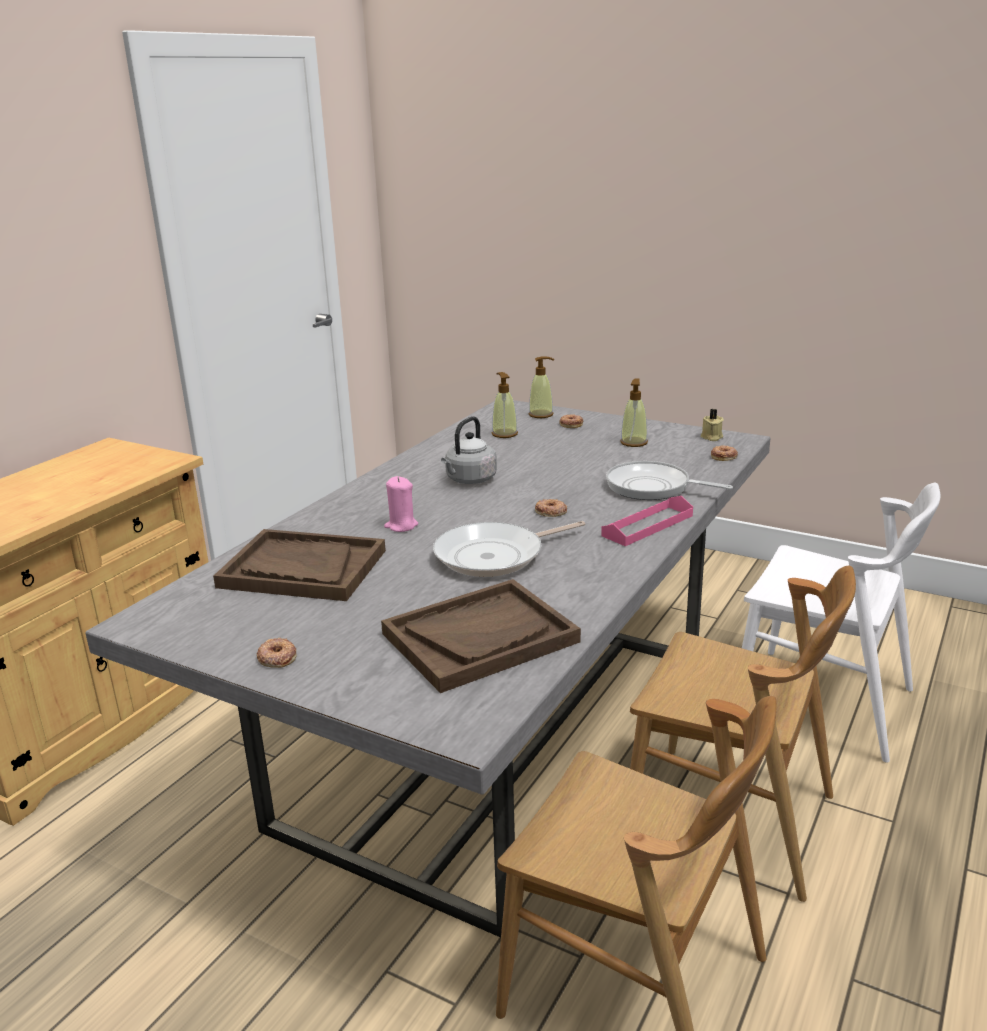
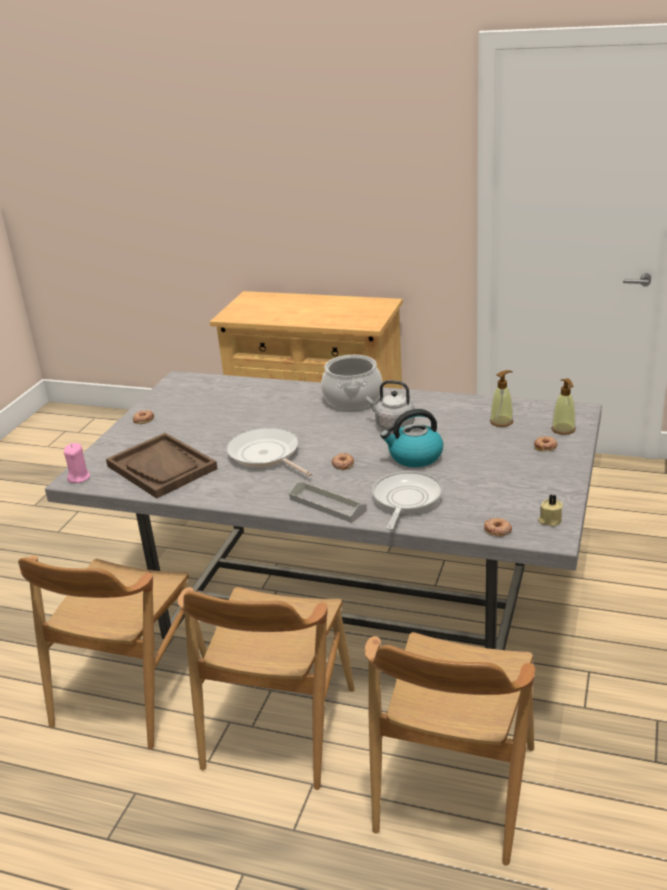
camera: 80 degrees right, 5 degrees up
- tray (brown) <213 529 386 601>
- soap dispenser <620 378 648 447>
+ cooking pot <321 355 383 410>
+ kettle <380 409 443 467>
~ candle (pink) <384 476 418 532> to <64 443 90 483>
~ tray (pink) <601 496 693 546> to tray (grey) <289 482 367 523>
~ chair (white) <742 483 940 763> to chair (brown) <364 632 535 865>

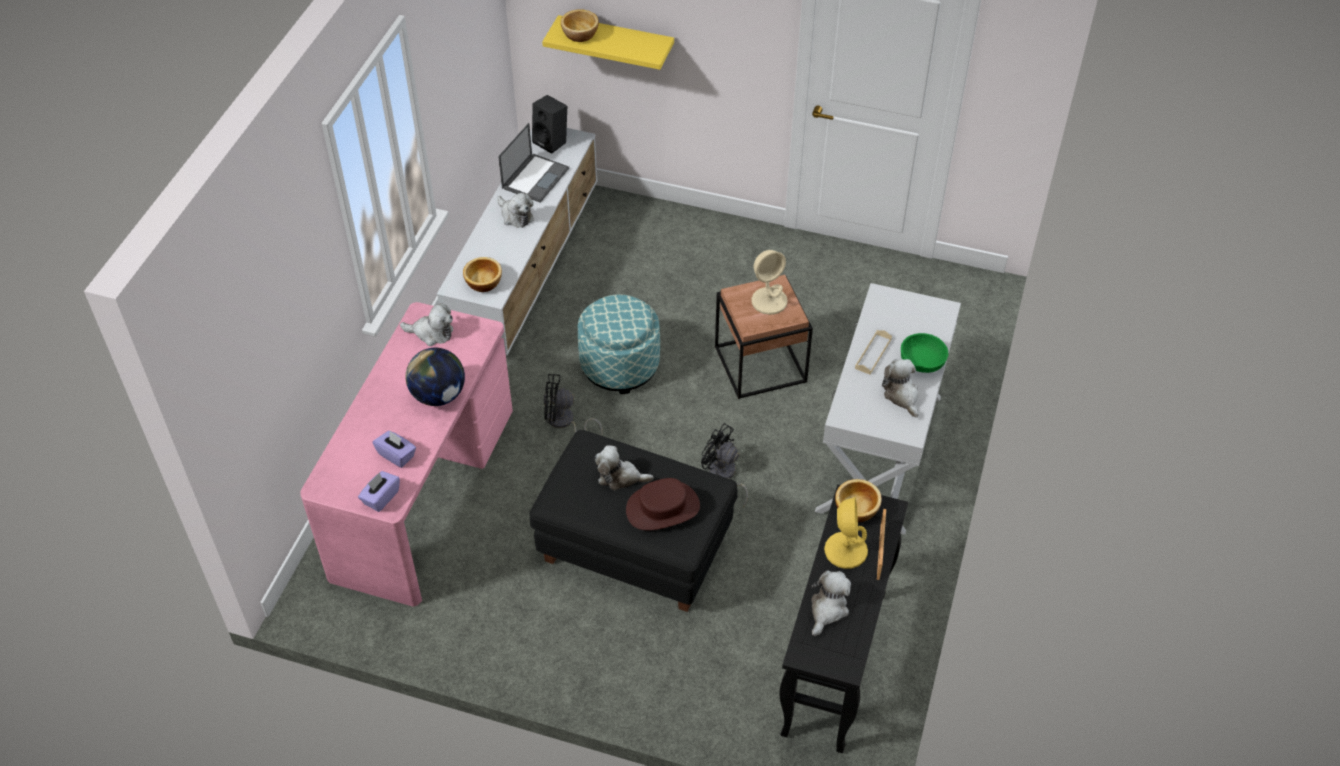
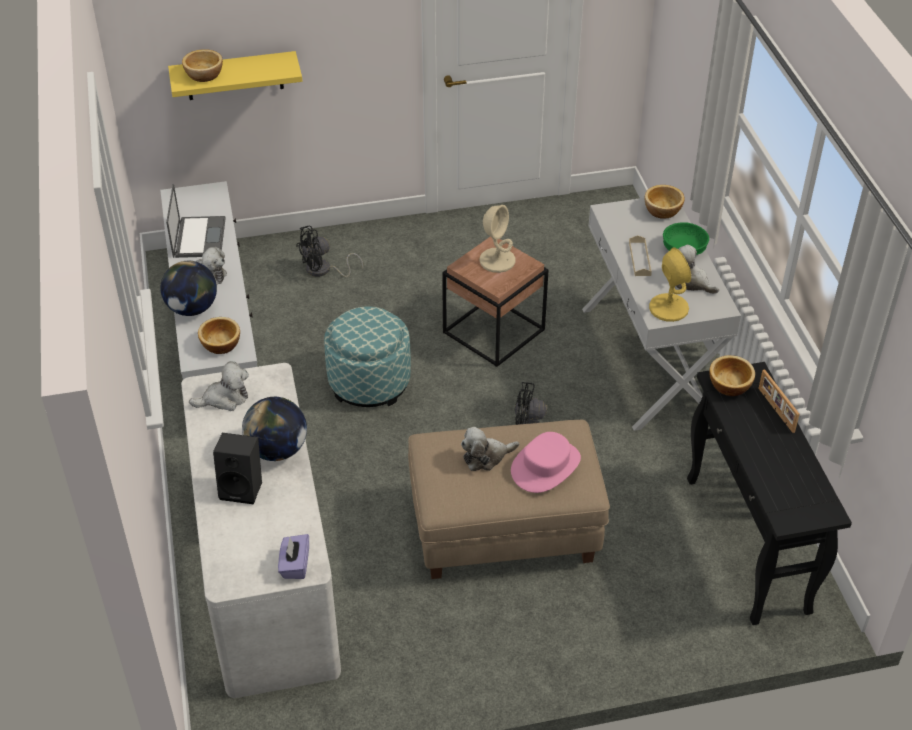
camera: 30 degrees left, 5 degrees down
- tissue box (purple) <373 431 416 468>
- plush toy <811 570 851 636>
+ globe <160 261 217 316>
+ bowl <644 185 685 219>
~ speaker (black) <532 95 567 154> to <213 433 262 504>
~ fan (black) <544 374 603 436> to <296 225 363 277>
~ table lamp (yellow) <824 496 868 569> to <649 247 691 322>
~ desk (pink) <300 302 513 606> to desk (white) <181 363 341 698>
~ ottoman (black) <529 430 738 612> to ottoman (beige) <408 420 610 579>
~ hat (brown) <626 478 700 531> to hat (pink) <511 432 581 493>

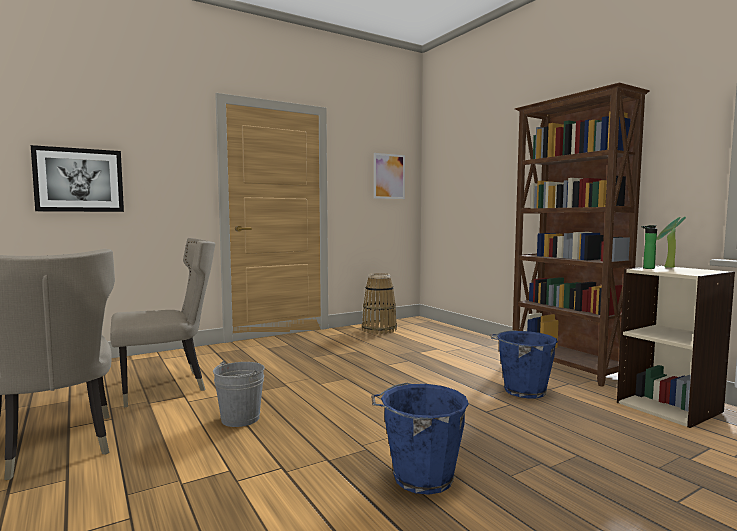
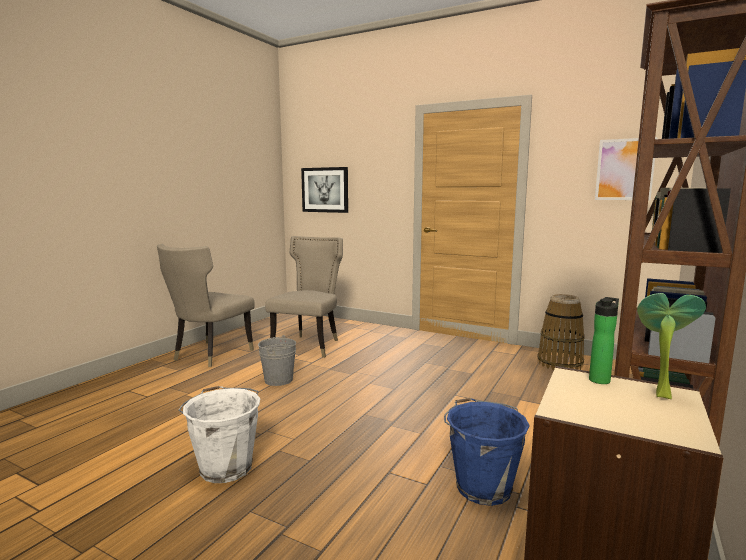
camera: 60 degrees right, 5 degrees up
~ bucket (blue) <371 383 469 495> to bucket (white) <179 386 261 483>
~ chair (beige) <110 238 215 407> = <265 236 343 358> 105 degrees counterclockwise

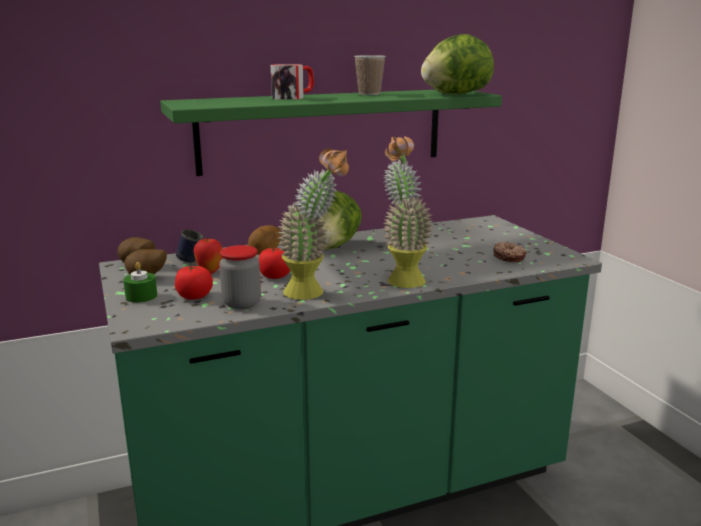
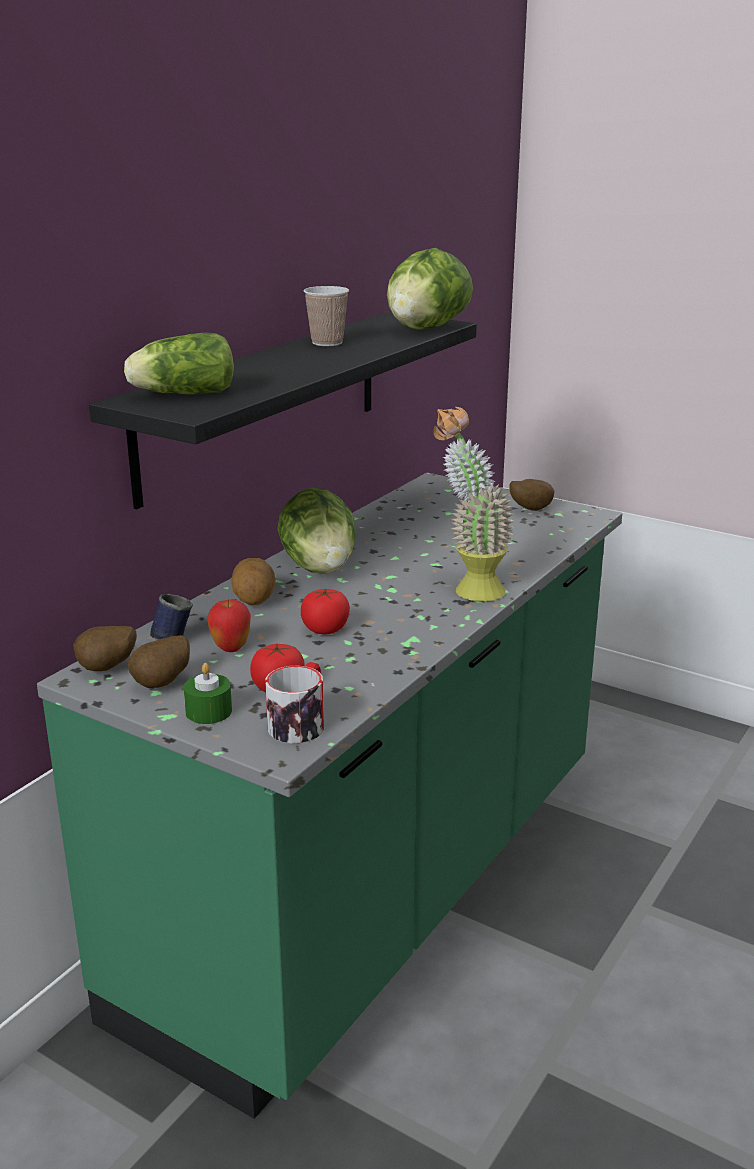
camera: 35 degrees left, 5 degrees up
- jar <219 245 261 309>
- potted plant <277 148 349 300>
- donut <493 242 527 262>
+ lettuce <124 333 234 394>
+ potato <509 479 555 511>
~ mug <271 64 314 100> to <265 662 324 743>
~ shelf (green) <160 90 502 176> to shelf (black) <89 312 477 509>

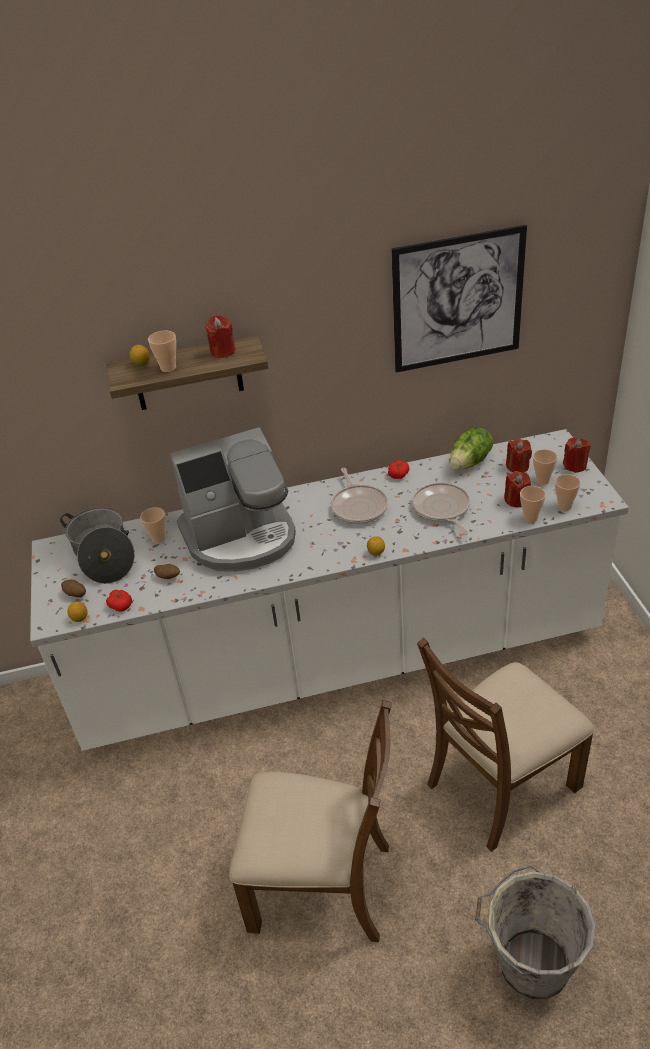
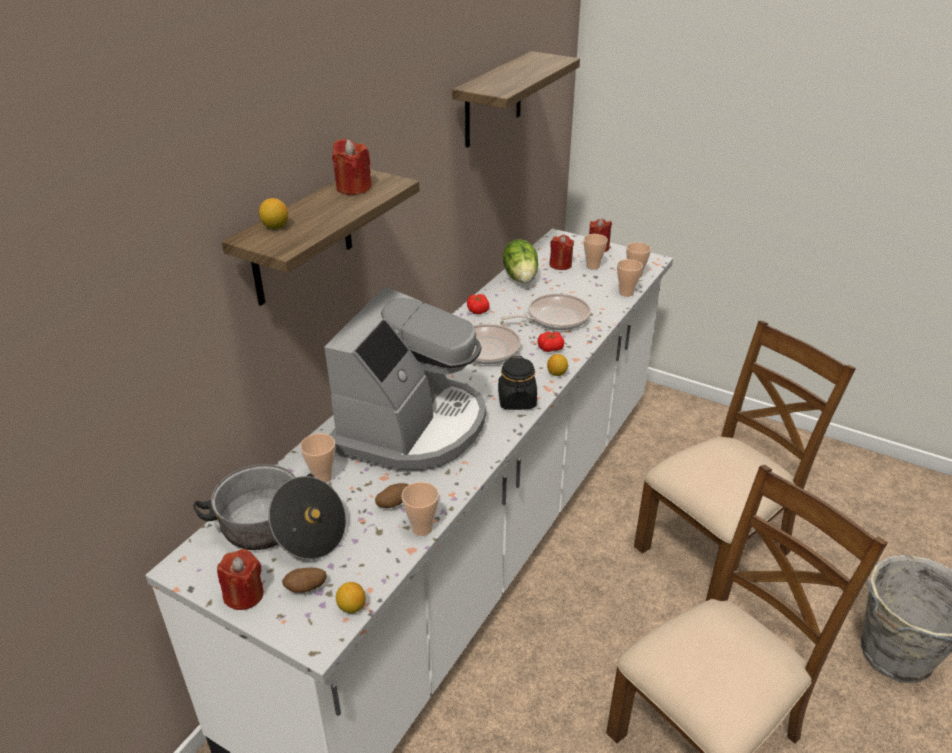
camera: 50 degrees left, 5 degrees down
+ jar (black) <498 356 537 410>
~ tomato <106 590 132 612> to <538 332 564 352>
~ cup <148 330 176 372> to <402 482 439 536>
~ candle (red) <504 471 532 507> to <217 549 264 610>
~ picture <391 225 527 373> to shelf <452 51 580 148>
~ frying pan <412 482 470 535> = <500 294 591 330> 135 degrees clockwise
~ chair (brown) <417 638 594 852> = <634 321 856 601> 135 degrees counterclockwise

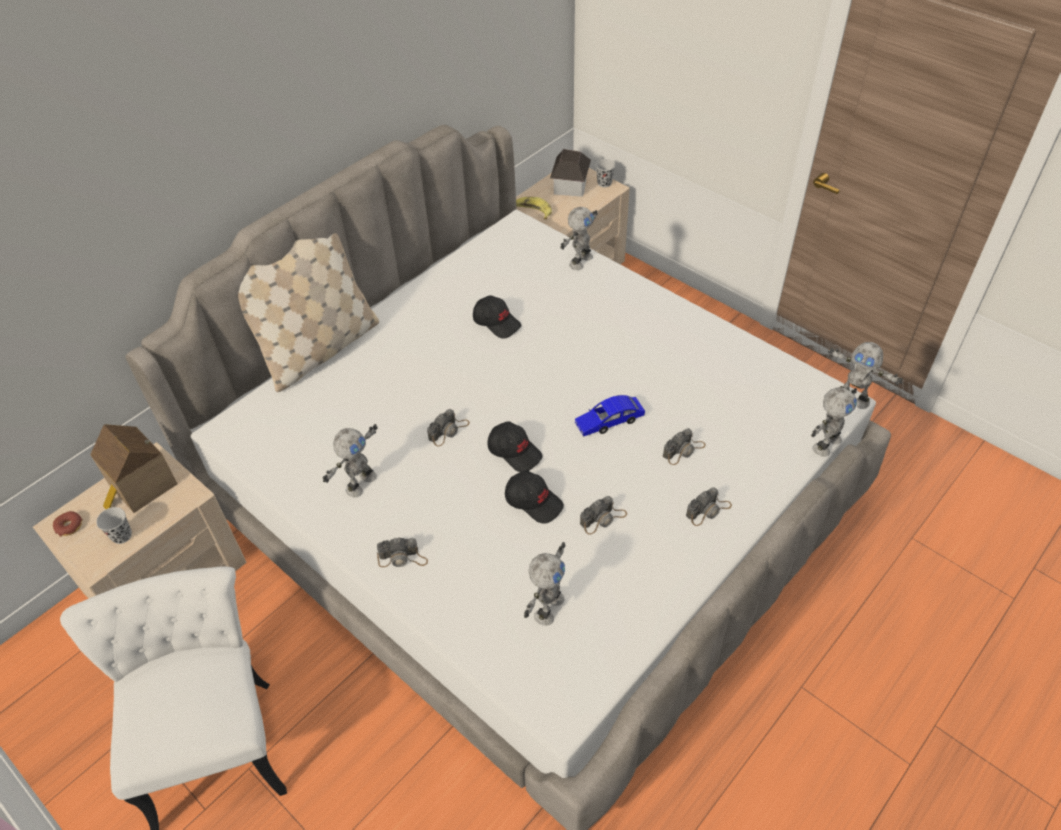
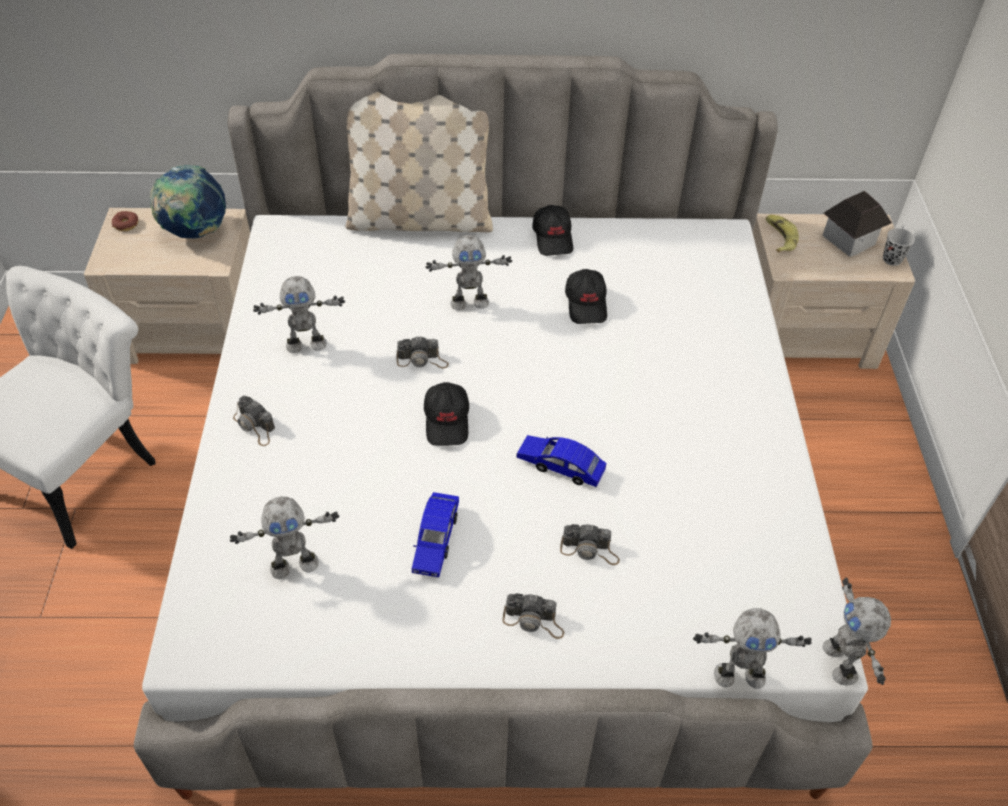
camera: 45 degrees right, 0 degrees up
- cup (black) <96 507 132 544>
~ cap (black) <505 471 564 524> to <532 205 573 256>
~ toy robot <560 207 598 270> to <425 235 512 311>
~ toy house <90 424 178 513> to globe <150 165 226 238>
~ photo camera <580 496 627 535> to toy car (blue) <412 492 459 577>

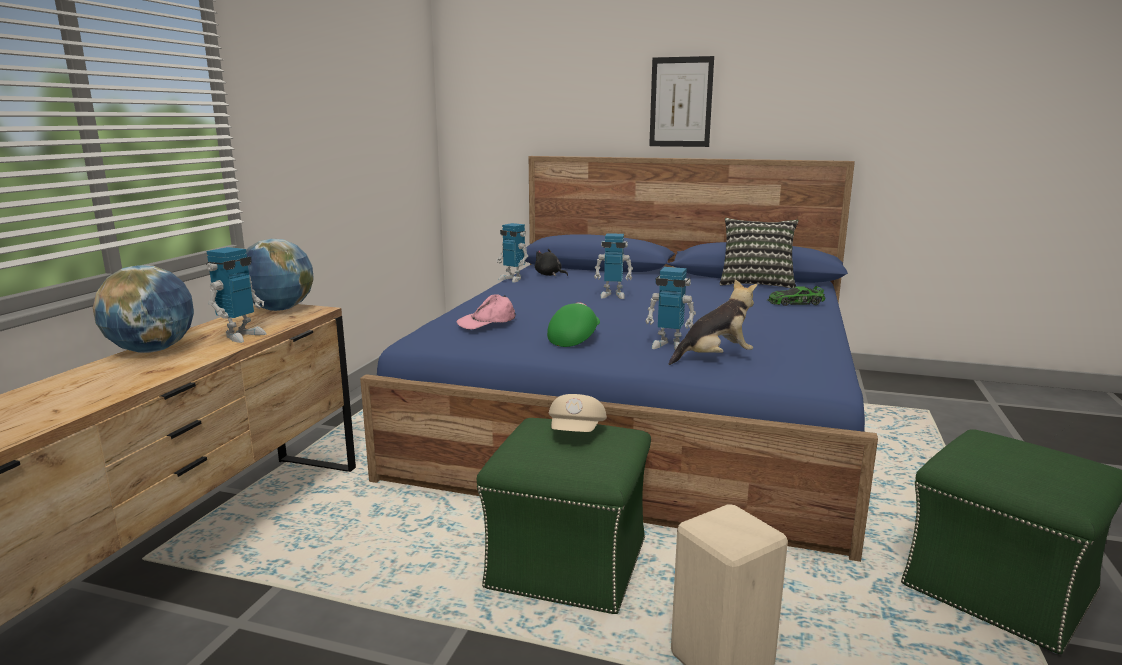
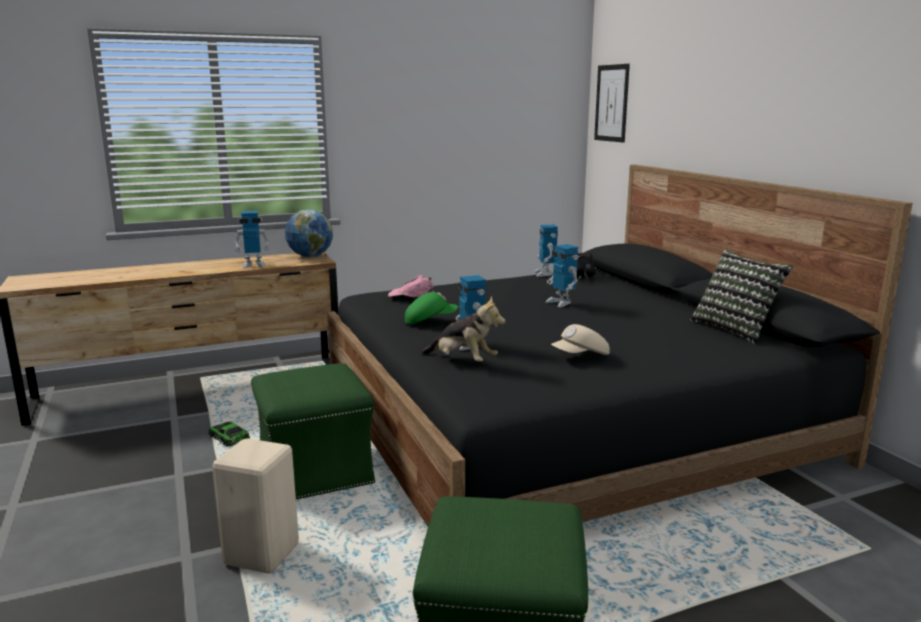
camera: 50 degrees right, 0 degrees up
- globe <93 265 194 353>
~ cap (beige) <549 394 607 432> to <551 324 610 355>
~ picture <649 56 714 147> to <594 64 630 143>
~ toy car <767 286 826 306> to <208 421 250 447>
~ bed (blue) <360 156 878 562> to bed (black) <327 164 913 526>

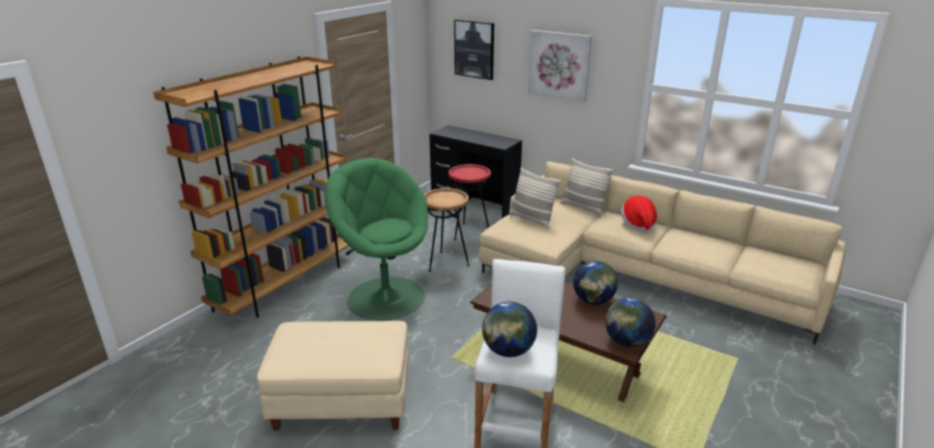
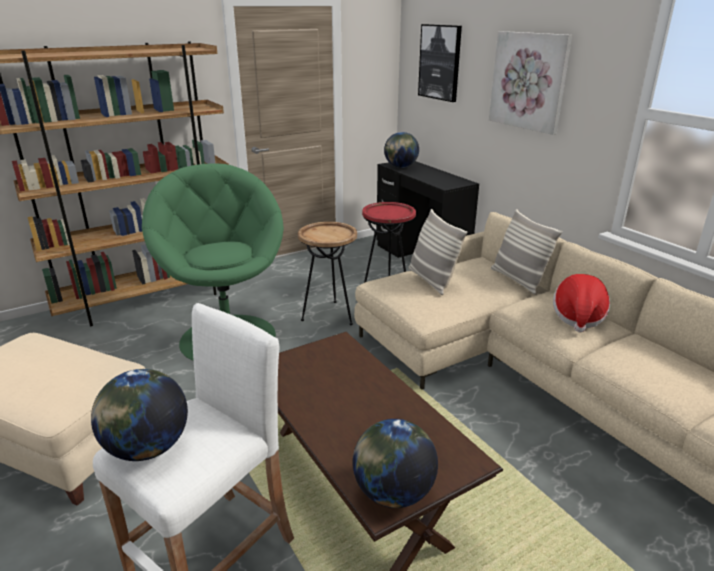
camera: 25 degrees right, 0 degrees up
~ globe <573 261 618 305> to <384 132 419 168>

